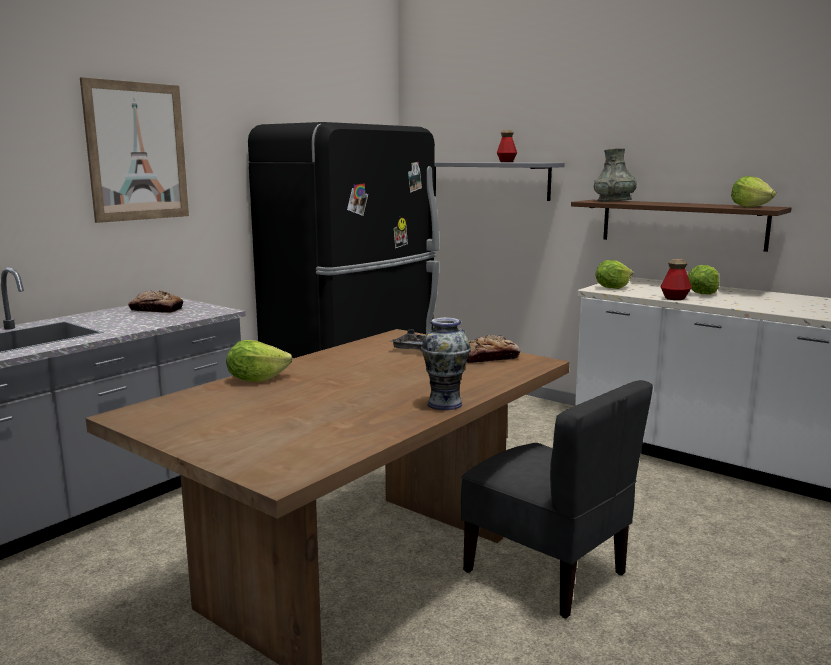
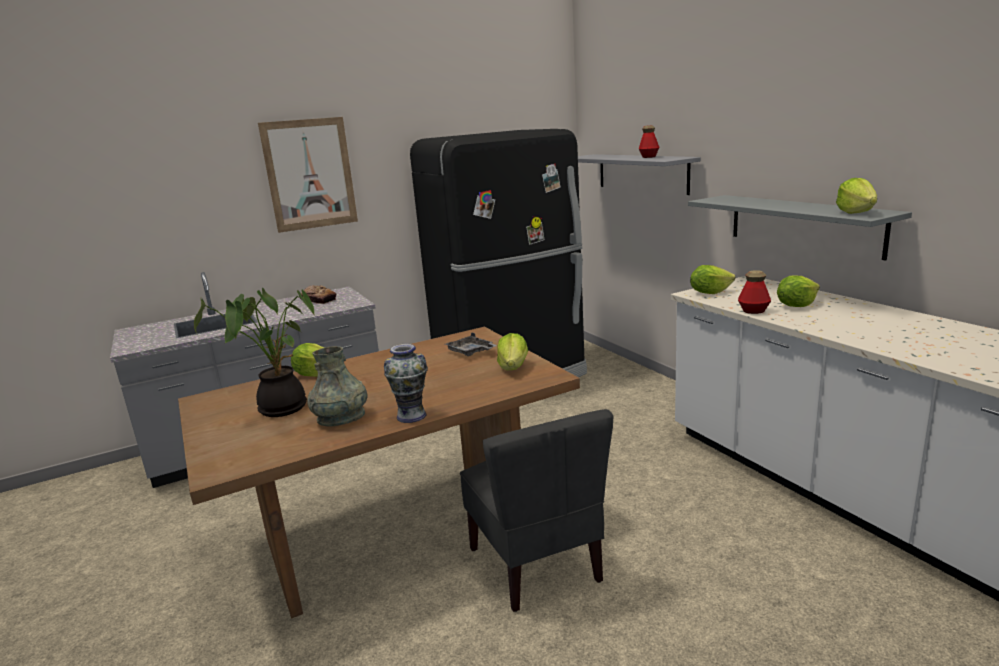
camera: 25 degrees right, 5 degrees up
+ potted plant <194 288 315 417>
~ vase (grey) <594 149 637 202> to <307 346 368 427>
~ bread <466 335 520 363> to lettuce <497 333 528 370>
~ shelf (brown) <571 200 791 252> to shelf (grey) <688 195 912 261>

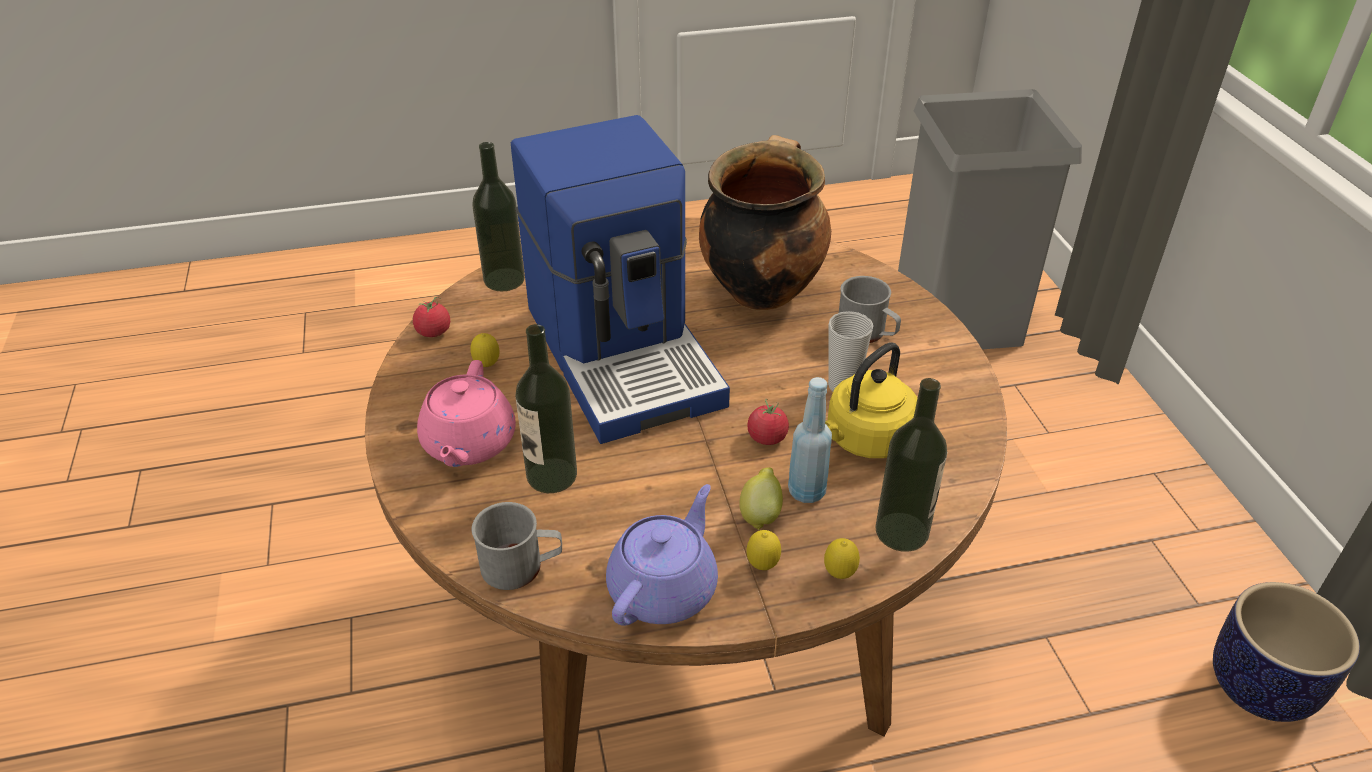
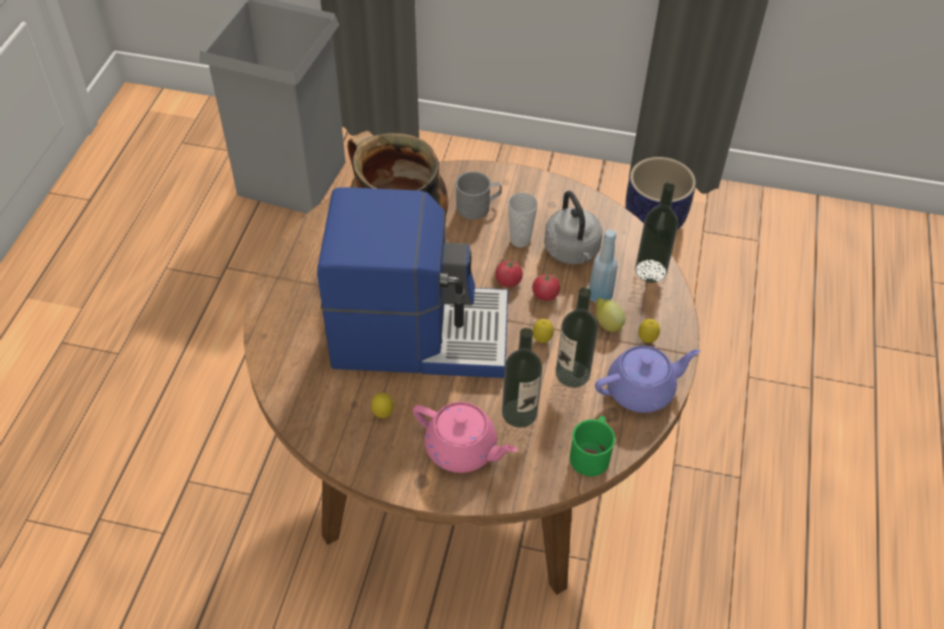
camera: 65 degrees left, 10 degrees up
~ tomato <413 297 450 337> to <495 257 523 287>
~ bottle <472 142 525 291> to <556 287 598 388>
~ lemon <824 538 860 579> to <532 319 554 343>
~ mug (grey) <472 502 562 590> to mug (green) <570 416 615 476>
~ kettle (yellow) <825 342 917 458> to kettle (grey) <544 191 603 265>
~ teapot (purple) <606 484 718 626> = <595 345 700 413> 105 degrees clockwise

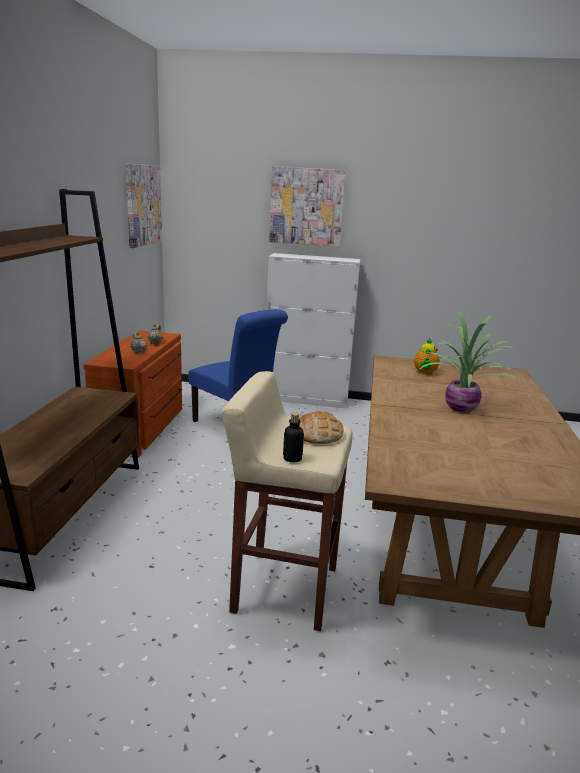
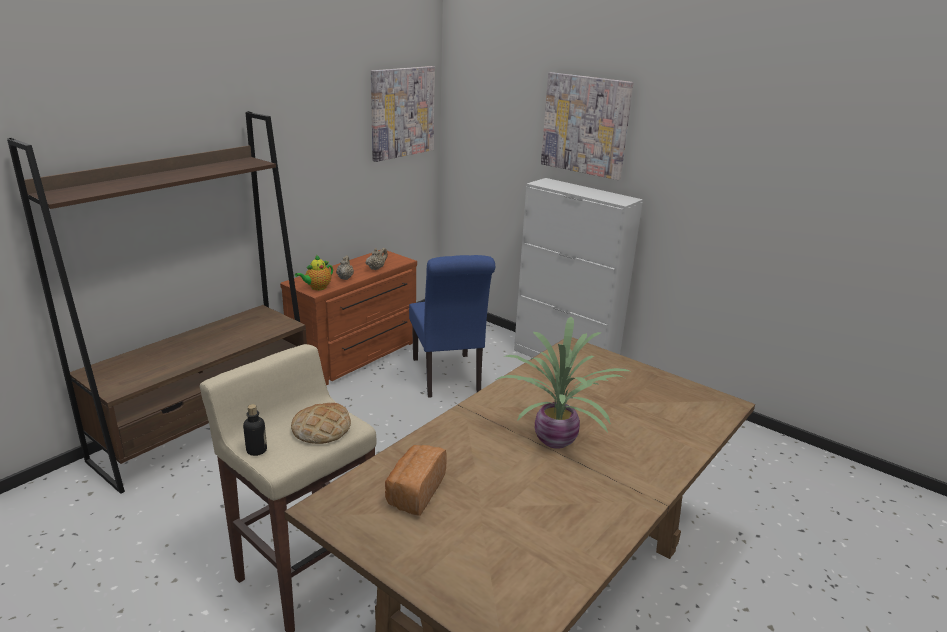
camera: 30 degrees right, 5 degrees up
+ bread <385 445 447 516>
~ teapot <414 338 440 375> to <295 255 333 290>

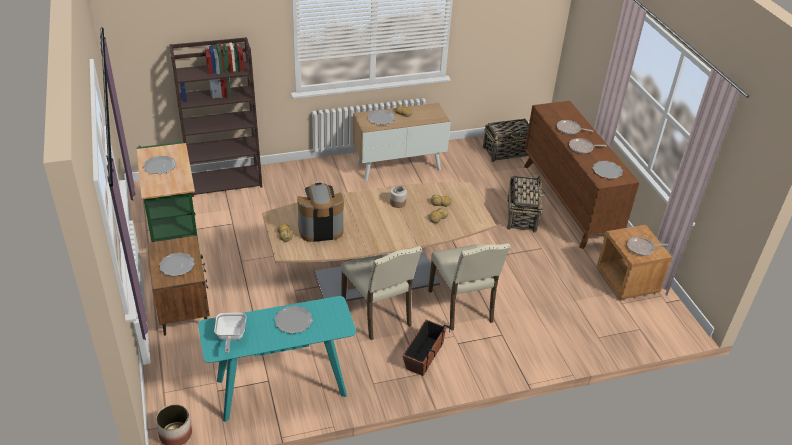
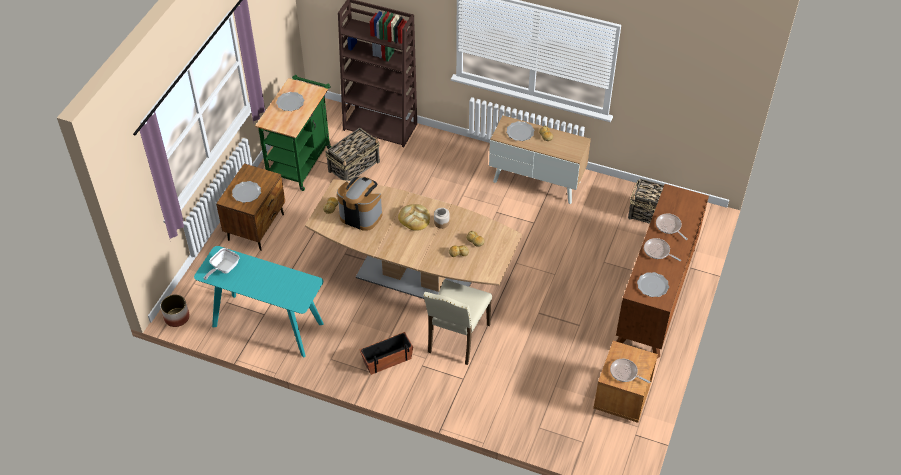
camera: 40 degrees right, 10 degrees up
- plate <275 306 313 334>
- chair (beige) <341 246 422 340>
+ bread <398 204 430 231>
~ basket <507 175 545 233> to <325 128 380 181>

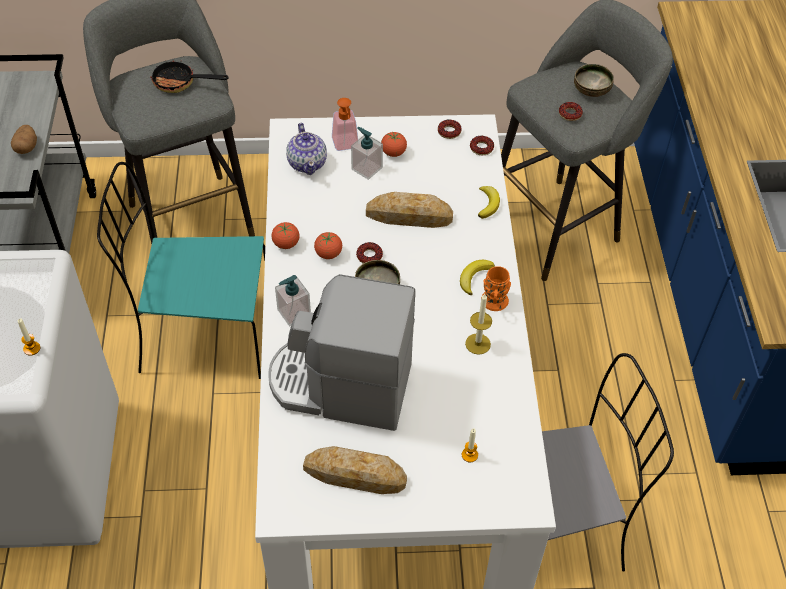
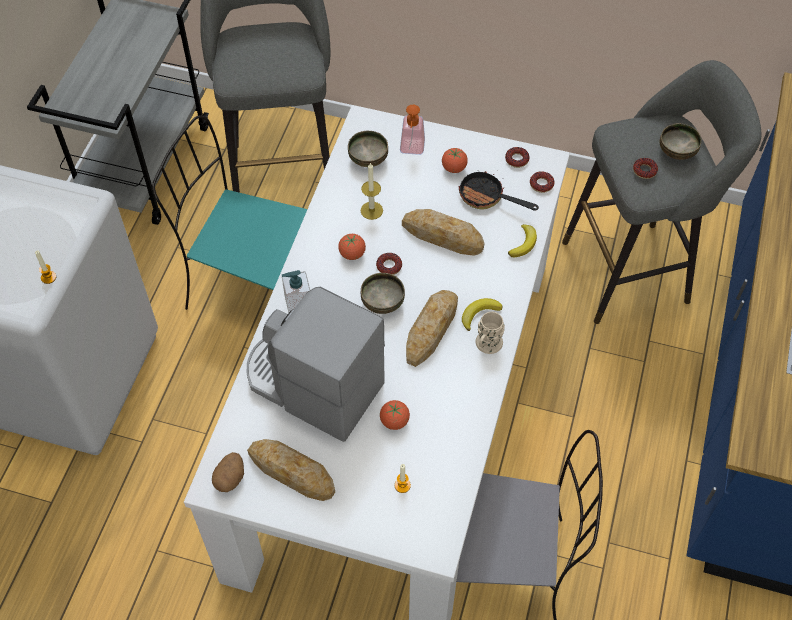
camera: 20 degrees right, 5 degrees up
- soap dispenser <351 127 383 180>
+ bread <406 290 458 367>
~ potato <11 125 37 154> to <212 452 244 492>
~ frying pan <149 60 229 93> to <458 171 539 211>
~ tomato <271 222 300 249> to <380 400 410 430>
~ candle <465 294 492 355> to <361 162 383 220>
~ teapot <286 123 327 175> to bowl <348 131 388 167>
~ mug (orange) <481 266 511 311> to mug (beige) <476 312 505 354>

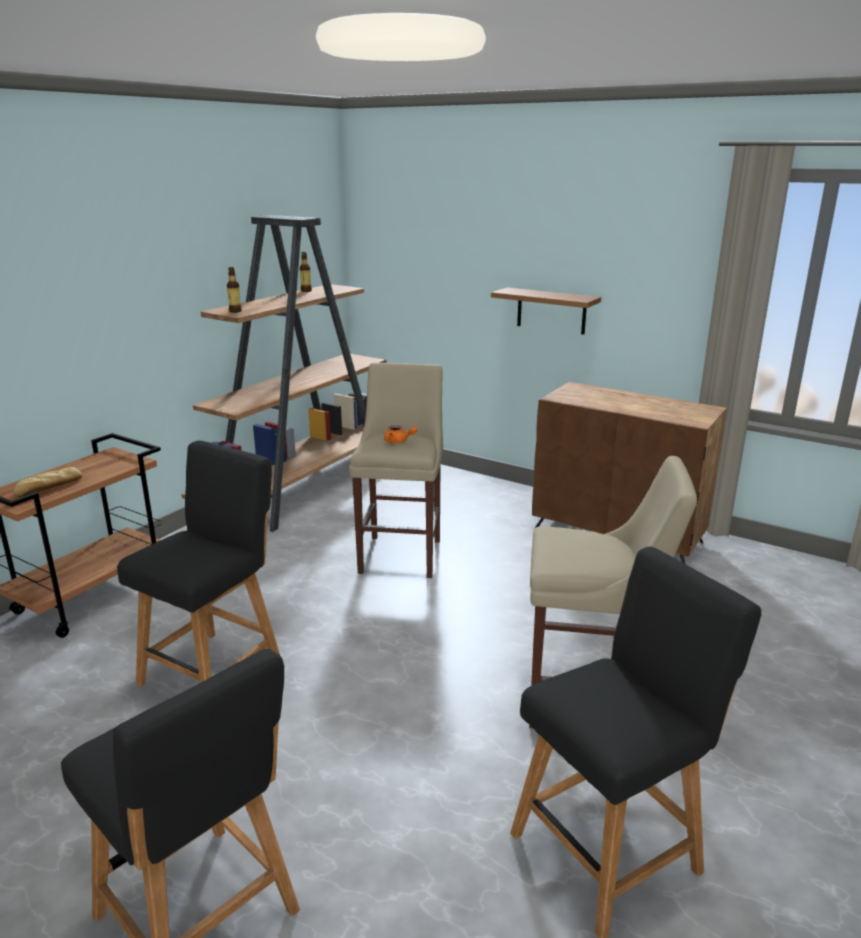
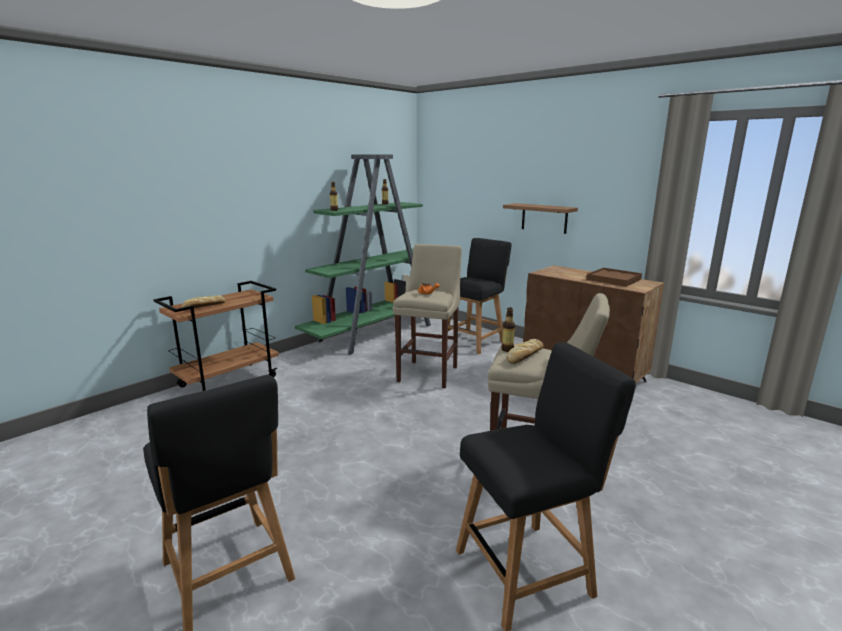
camera: 10 degrees right, 5 degrees down
+ bottle <501 307 515 352>
+ bread <507 339 543 364>
+ tray (brown) <586 268 642 287>
~ chair (black) <117 440 280 687> to <448 238 511 354>
~ bookcase (brown) <181 215 387 532> to bookcase (green) <295 154 431 355>

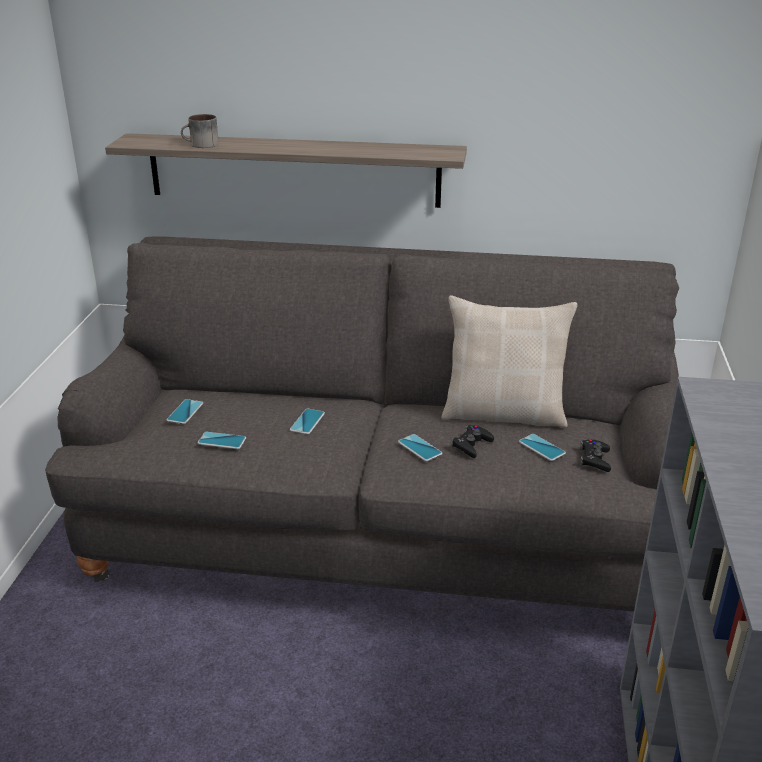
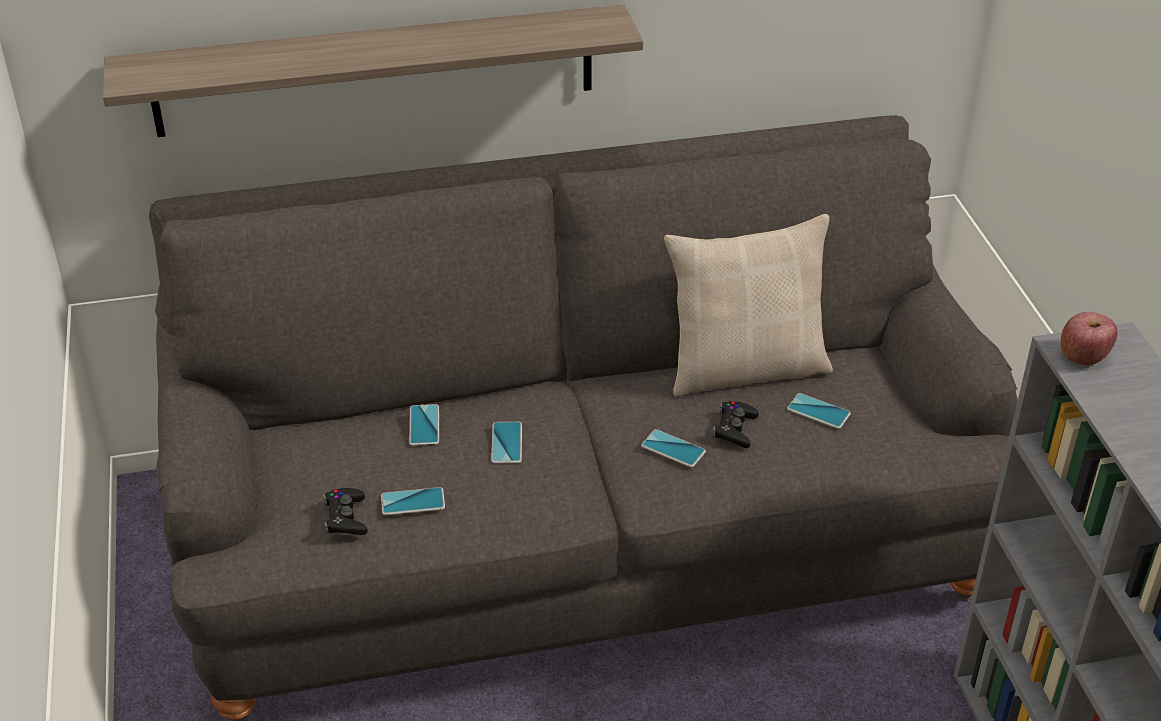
camera: 20 degrees left, 10 degrees up
- mug <181 114 219 148>
+ apple <1061 312 1117 365>
~ phone <167 399 203 424> to <409 404 439 446>
~ game controller (black) <580 439 611 472> to <323 488 368 535>

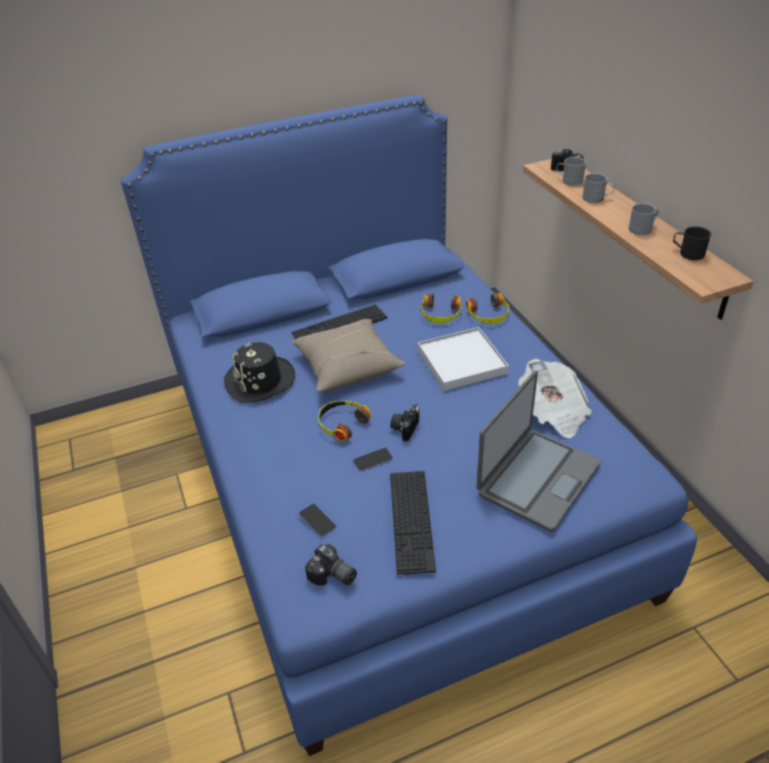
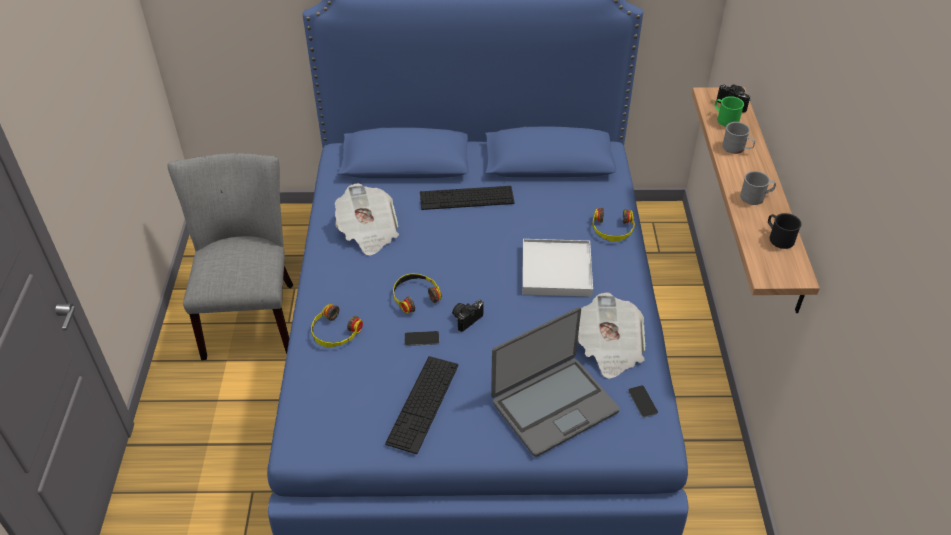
camera: 20 degrees right, 5 degrees up
- pillow (beige) <291 319 405 392>
- photo camera <305 544 357 586>
+ chair (grey) <168 153 293 360>
~ phone <299 504 336 537> to <628 385 658 418>
~ headphones <421 294 461 324> to <311 304 363 347>
~ hat (black) <224 342 295 403> to newspaper <335 183 399 256>
~ mug (grey) <556 157 586 186> to mug (green) <715 96 744 127>

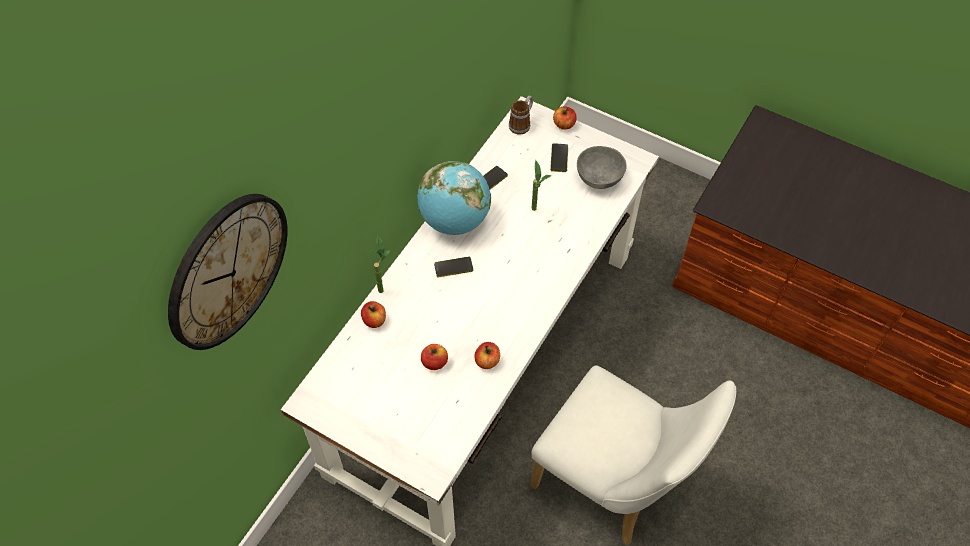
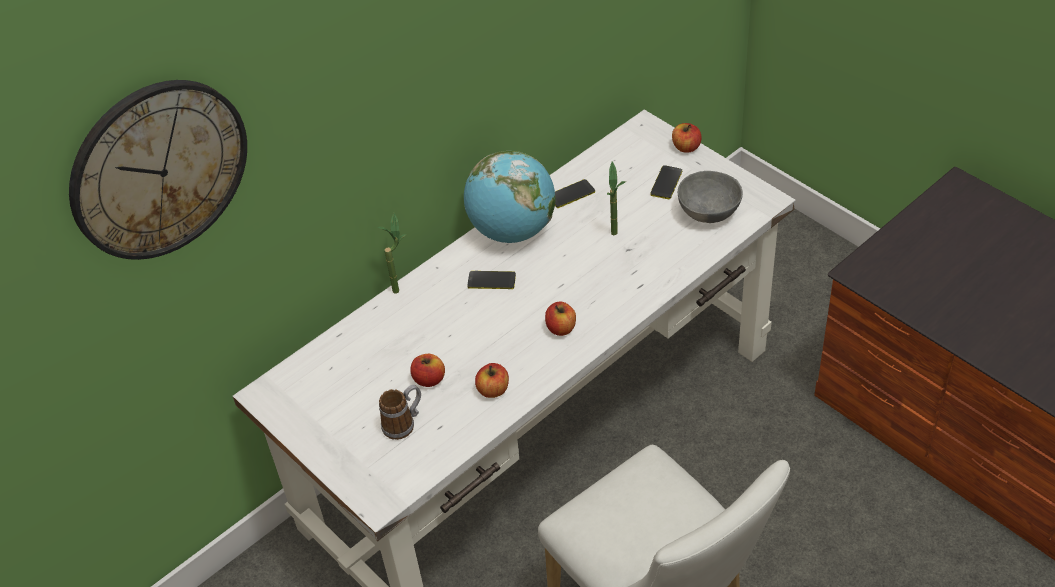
camera: 20 degrees right, 10 degrees down
~ apple <361 301 386 328> to <545 302 576 336>
~ mug <509 96 533 135> to <379 385 421 440>

